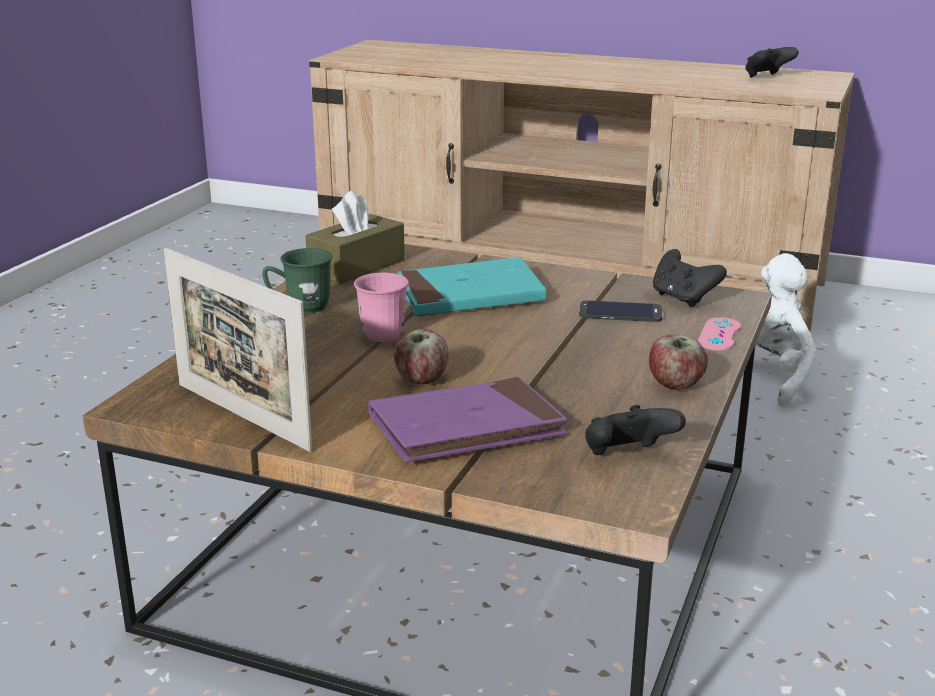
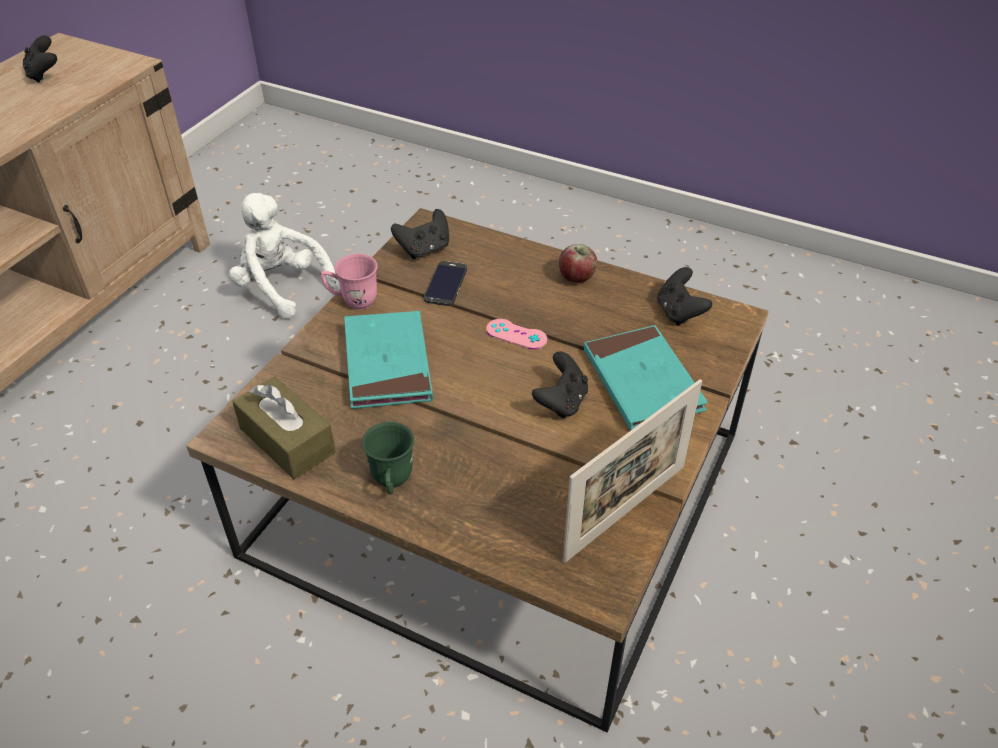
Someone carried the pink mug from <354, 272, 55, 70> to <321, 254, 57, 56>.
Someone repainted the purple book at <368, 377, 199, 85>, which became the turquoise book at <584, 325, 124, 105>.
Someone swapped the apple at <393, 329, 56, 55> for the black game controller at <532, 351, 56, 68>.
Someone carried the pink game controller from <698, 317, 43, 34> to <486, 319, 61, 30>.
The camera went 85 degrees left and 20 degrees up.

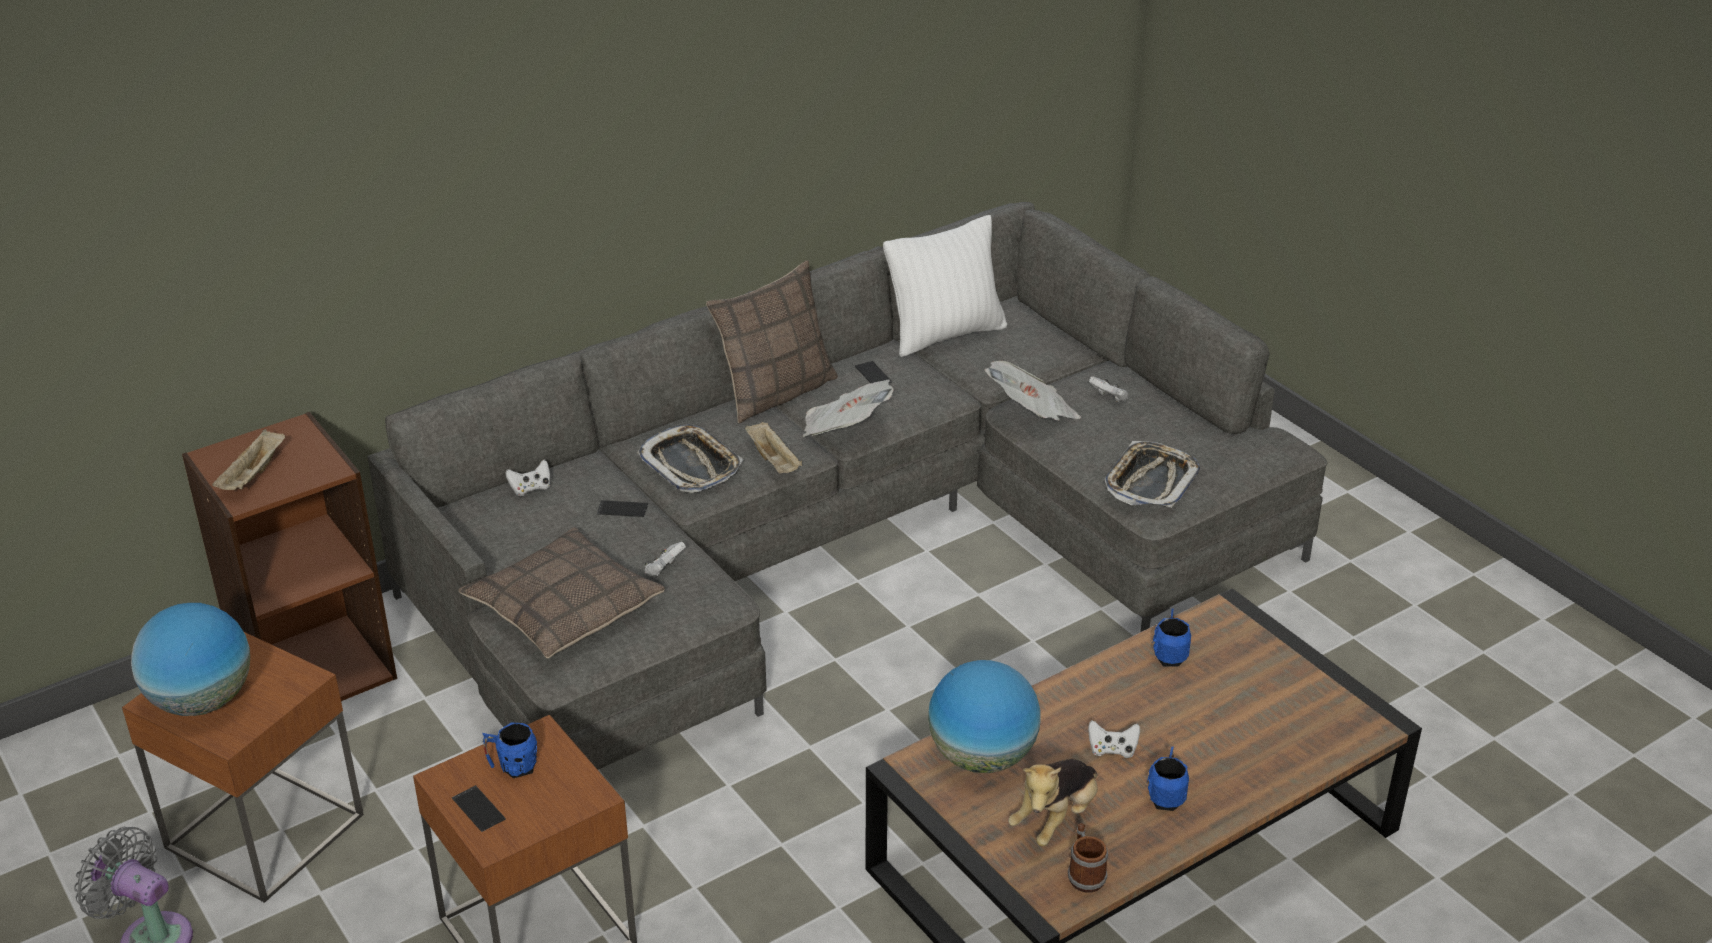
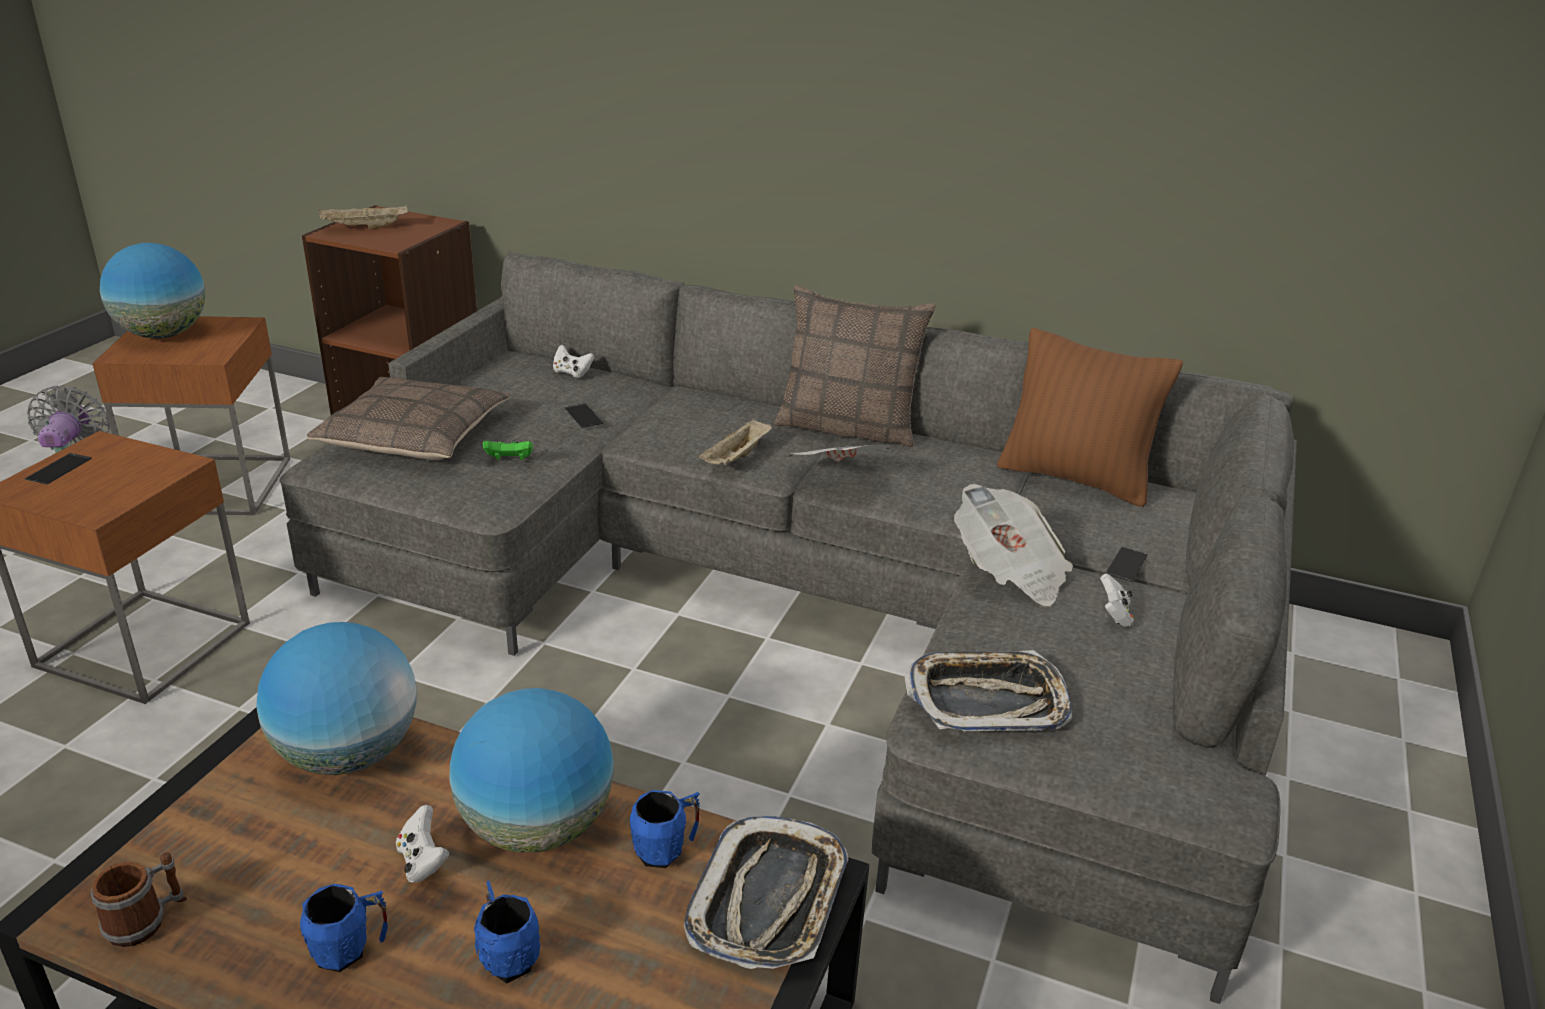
Someone carried the blue mug from <482, 722, 55, 56> to <474, 880, 66, 104>.
Someone carried the tray from <637, 425, 106, 68> to <684, 816, 164, 153>.
Someone repainted the white game controller at <644, 542, 42, 34>, which became the green game controller at <483, 440, 50, 20>.
Someone carried the phone from <855, 361, 37, 22> to <1106, 547, 42, 35>.
Someone repainted the white pillow at <883, 215, 124, 142>, which became the brown pillow at <997, 328, 186, 179>.
Someone took away the plush toy at <1008, 759, 90, 87>.
Someone put down the globe at <449, 688, 165, 164>.
The camera went 55 degrees right and 5 degrees down.

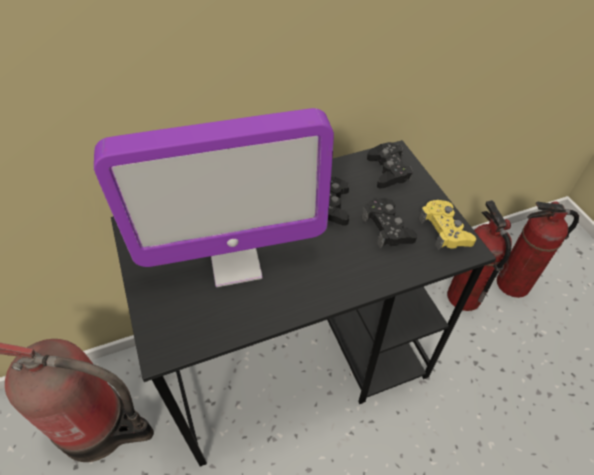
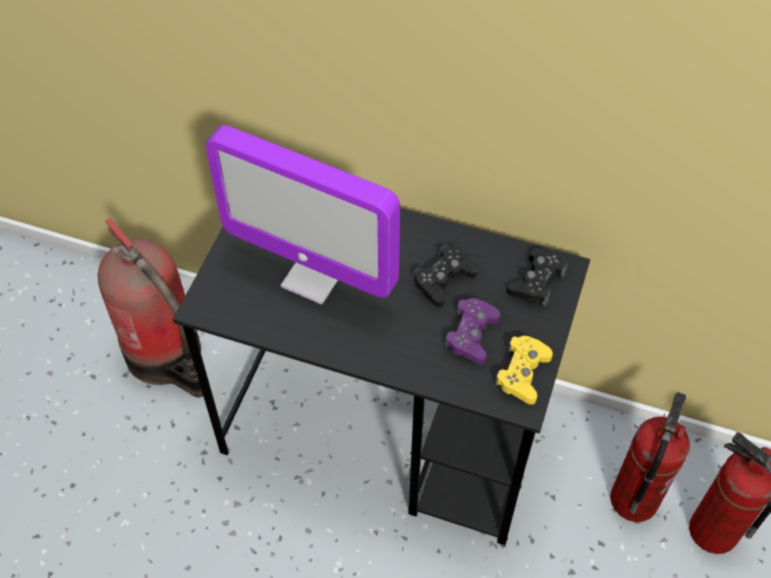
Someone repainted the black game controller at <361, 198, 56, 50>, which became the purple game controller at <445, 298, 55, 66>.
The camera went 40 degrees right and 5 degrees up.

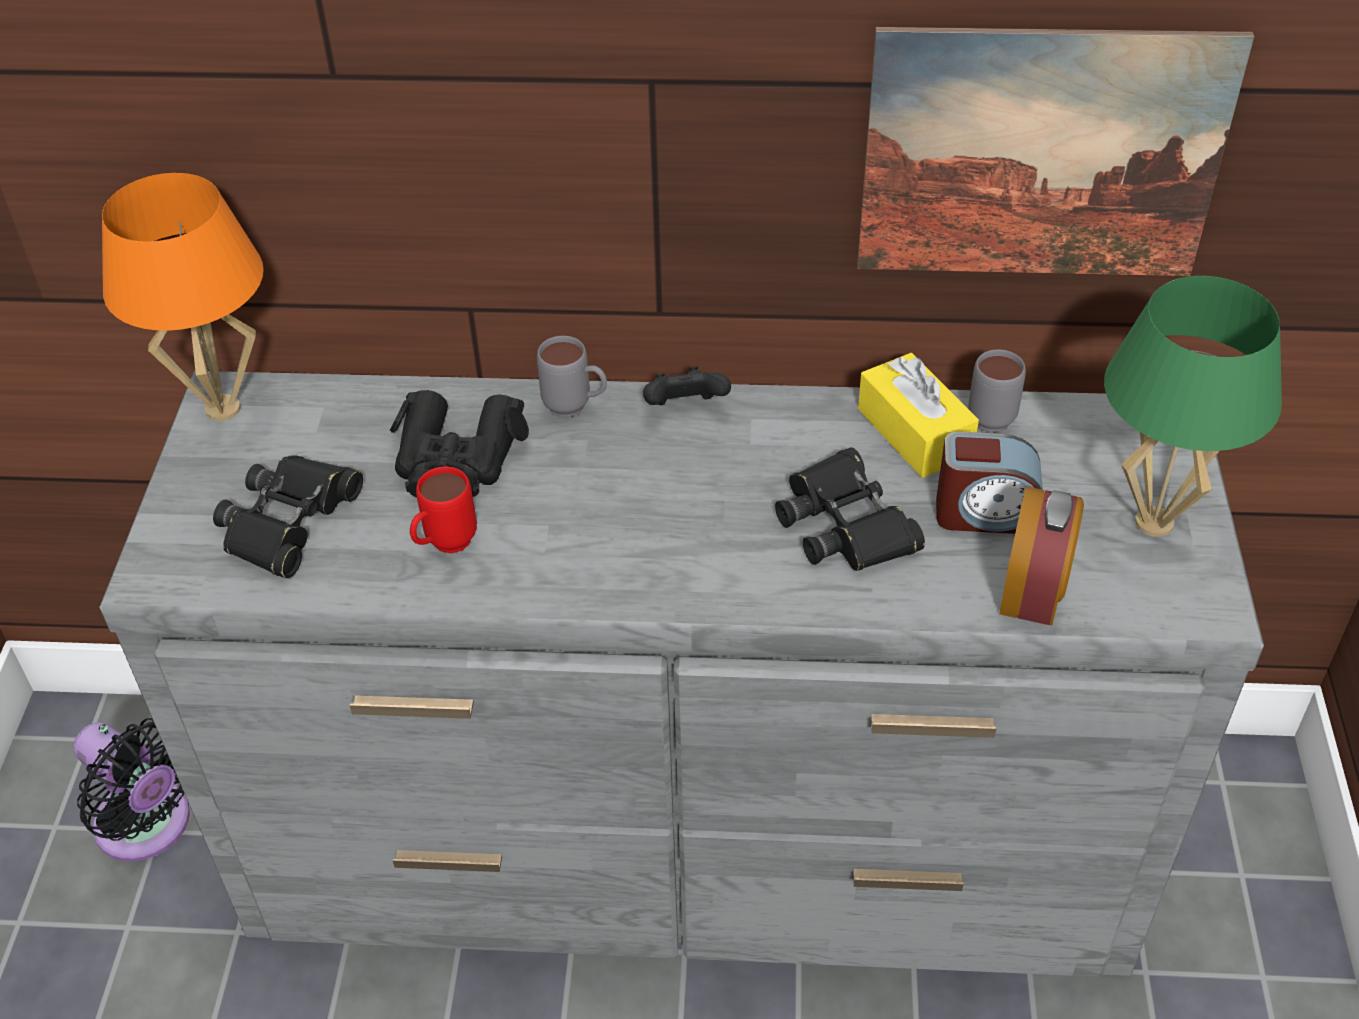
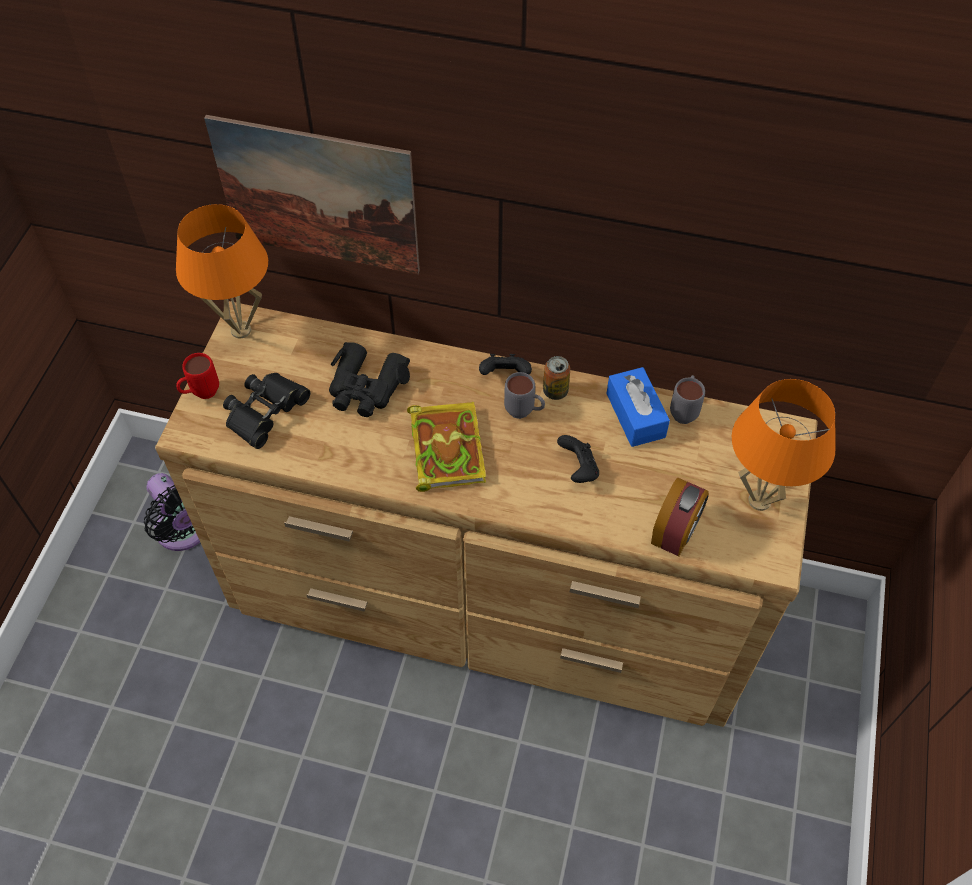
Someone repainted the grey dresser at <99, 371, 1165, 606>, which became the brown dresser at <155, 301, 663, 426>.
Someone carried the red mug from <410, 466, 67, 87> to <176, 353, 43, 46>.
Someone carried the grey mug from <537, 336, 70, 82> to <504, 372, 41, 47>.
Someone swapped the black binoculars at <775, 447, 150, 124> for the black game controller at <557, 435, 42, 48>.
Someone carried the picture from <857, 27, 397, 249> to <204, 115, 216, 159>.
Someone repainted the yellow tissue box at <858, 353, 121, 125>, which became the blue tissue box at <606, 367, 64, 80>.
Someone took away the alarm clock at <936, 431, 107, 103>.
Someone repainted the green table lamp at <1104, 276, 178, 261>, which became the orange table lamp at <732, 379, 104, 132>.
Someone put down the book at <407, 402, 79, 90>.
Someone put down the can at <543, 356, 27, 44>.
The camera went 10 degrees right and 10 degrees up.

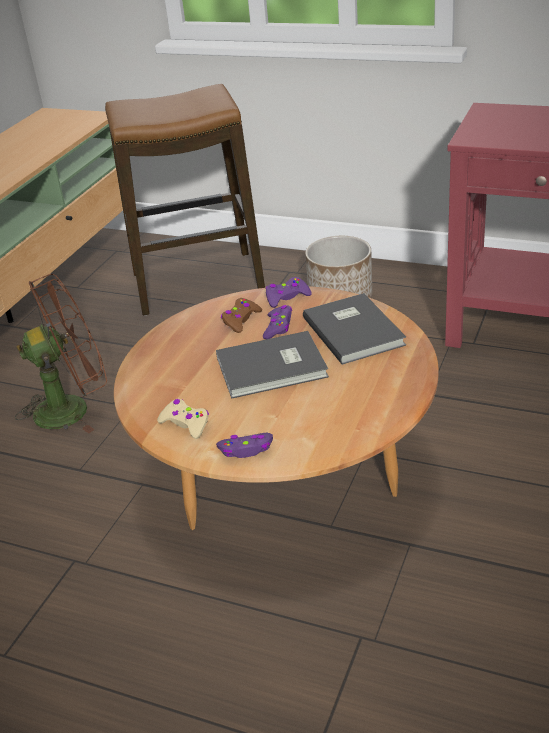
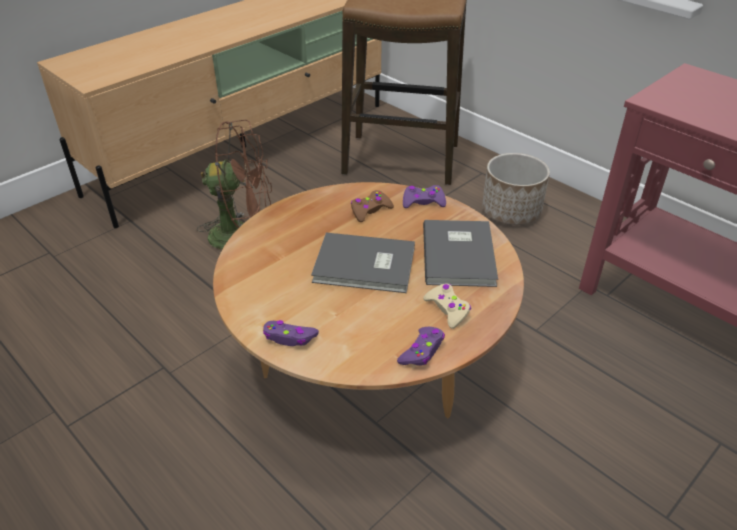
Someone carried the beige game controller from <157, 399, 52, 40> to <423, 284, 48, 45>.
Someone carried the purple game controller from <263, 305, 29, 34> to <397, 327, 48, 39>.
The camera went 20 degrees right and 5 degrees up.

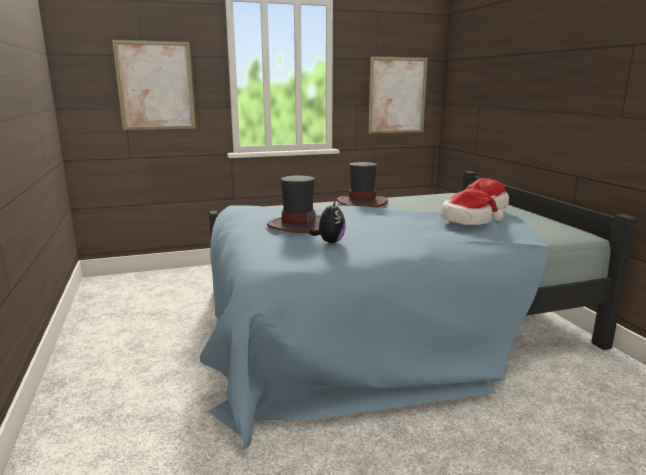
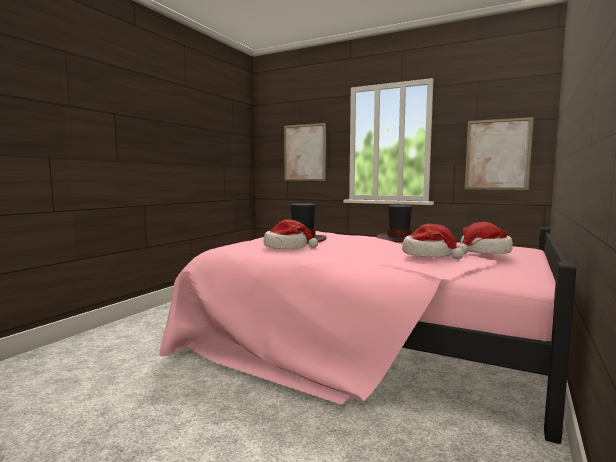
Someone repainted the blue bed at <200, 171, 437, 279>, which became the pink bed at <159, 227, 418, 217>.
Someone swapped the plush toy at <309, 200, 37, 43> for the hat at <263, 220, 55, 29>.
The camera went 45 degrees right and 10 degrees down.

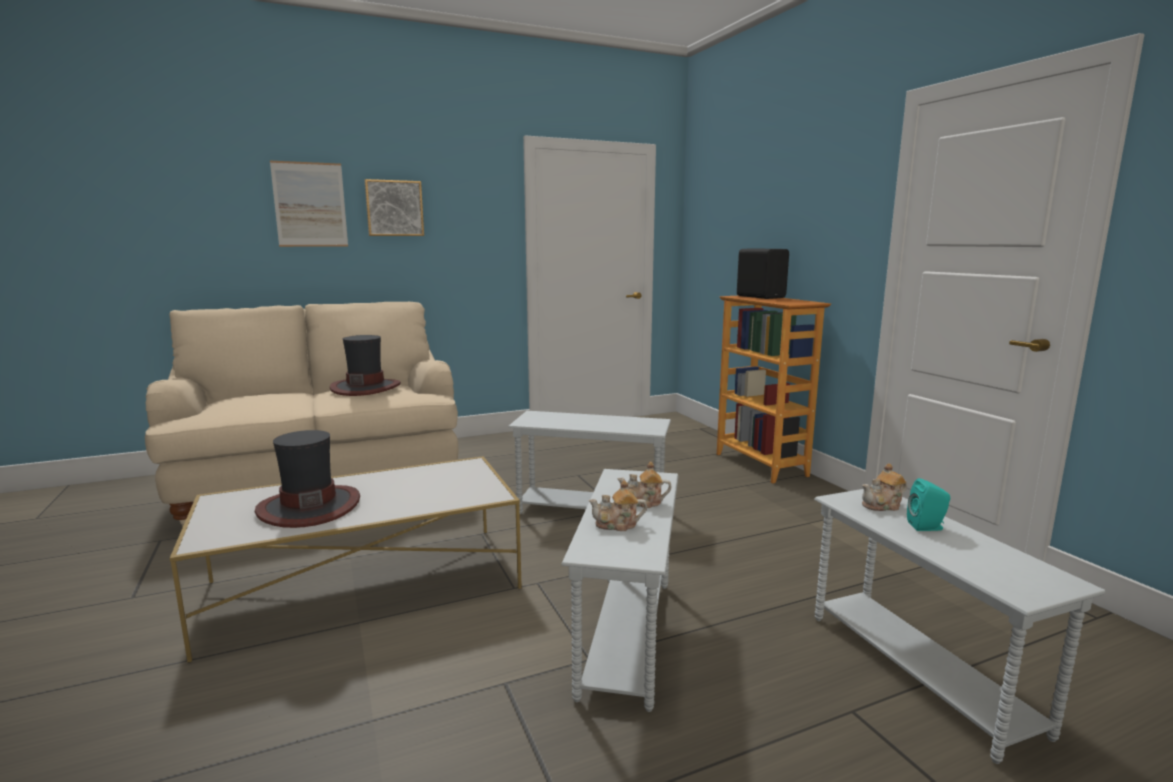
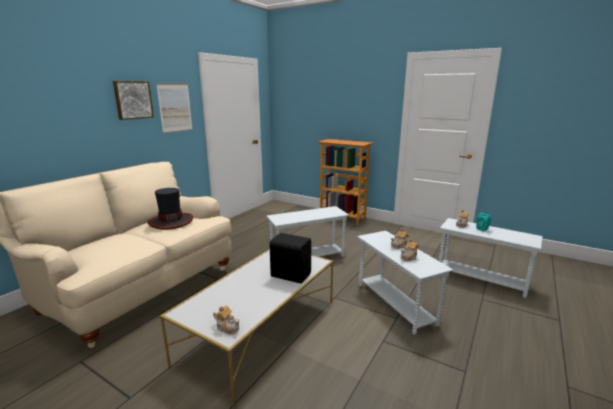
Someone took away the hat at <255, 430, 105, 98>.
Someone carried the picture from <270, 161, 78, 86> to <156, 84, 37, 49>.
Someone carried the black speaker from <737, 249, 52, 50> to <269, 233, 42, 51>.
Someone put down the teapot at <213, 306, 26, 29>.
The camera went 35 degrees left and 5 degrees up.

